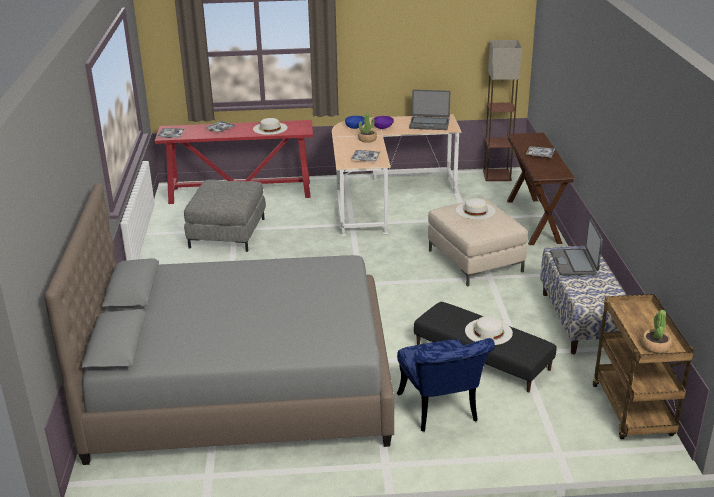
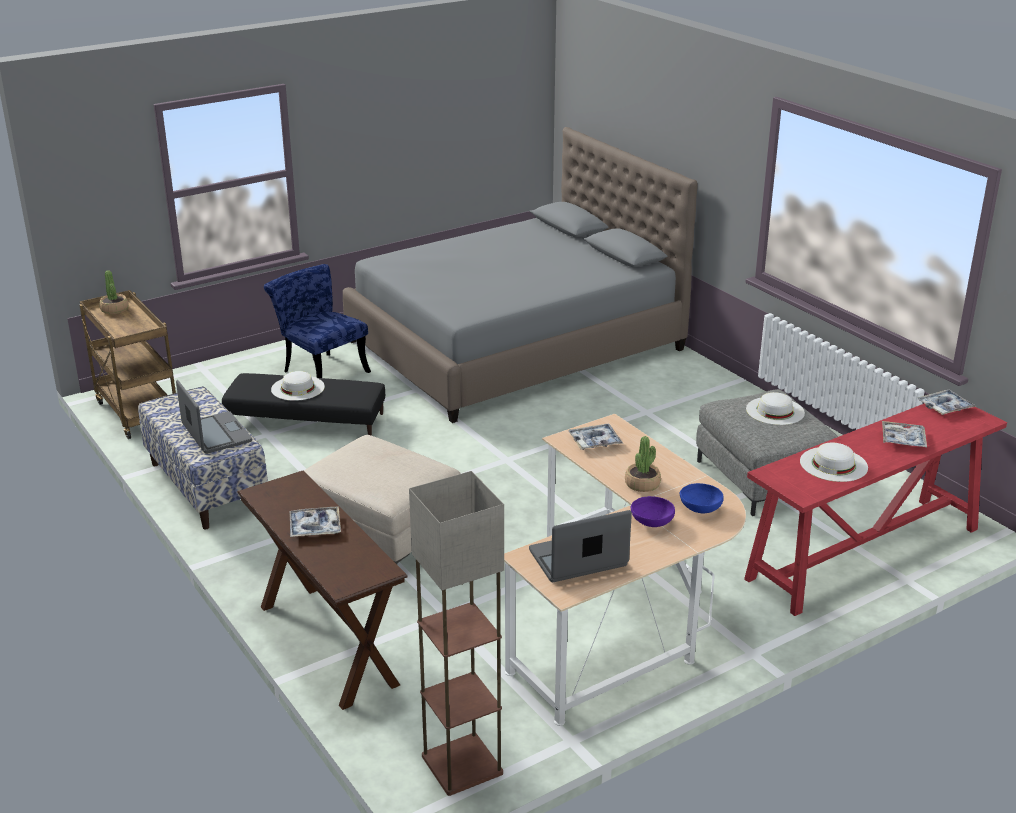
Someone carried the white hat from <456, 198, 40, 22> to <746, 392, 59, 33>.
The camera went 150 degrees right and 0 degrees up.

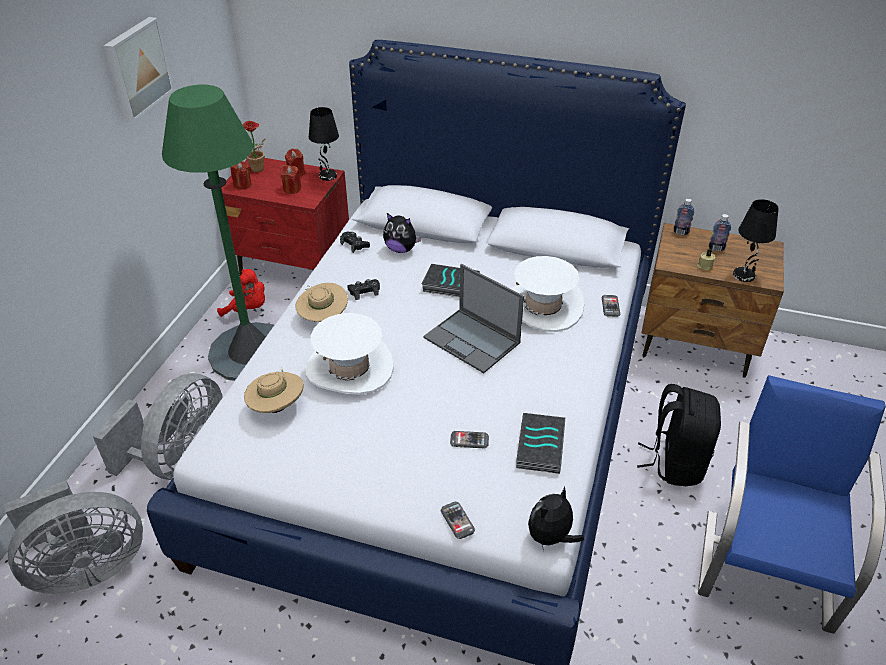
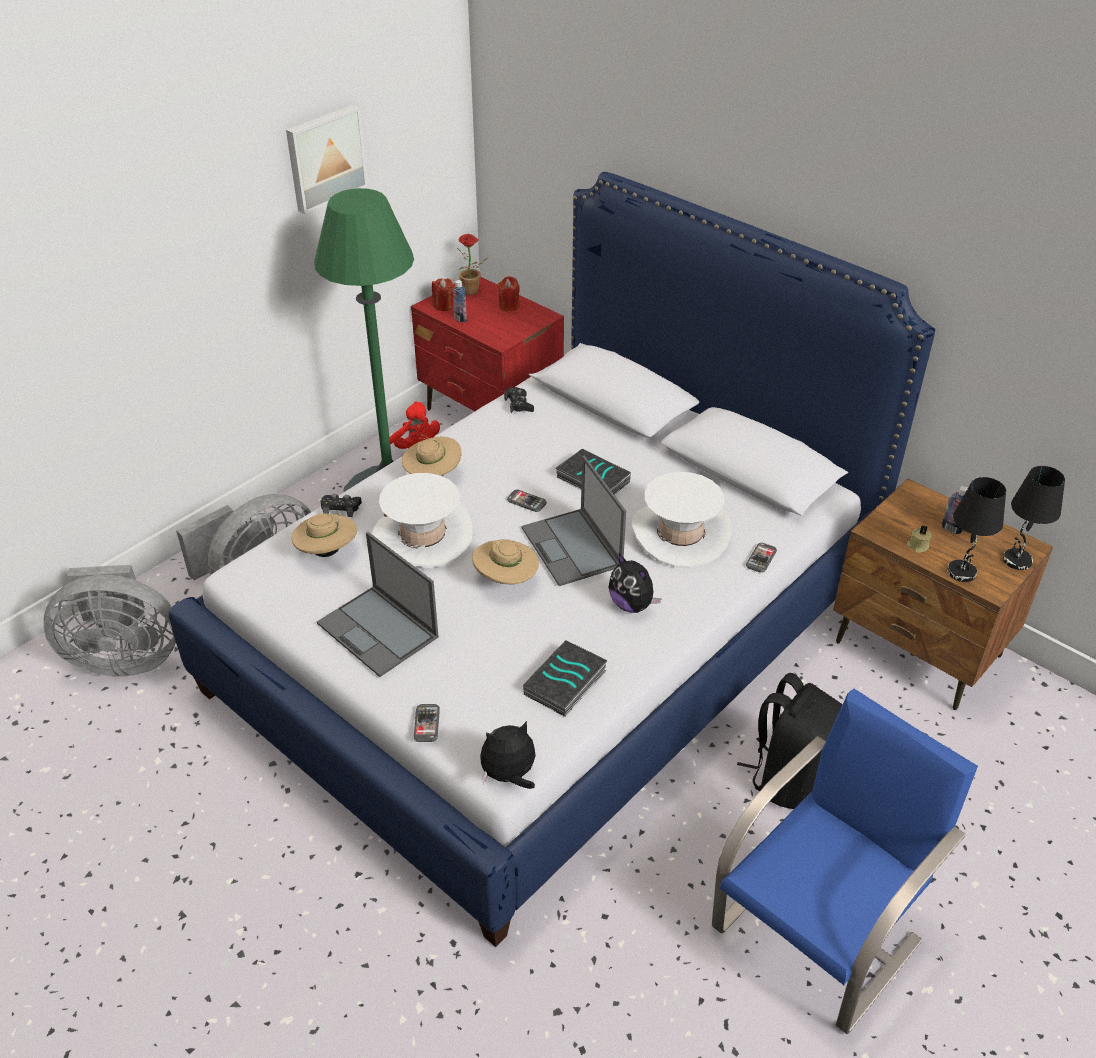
Someone took away the red candle at <281, 165, 21, 29>.
Someone carried the black table lamp from <309, 107, 30, 74> to <1003, 466, 62, 104>.
Someone carried the black game controller from <347, 279, 33, 21> to <321, 494, 41, 23>.
Someone carried the plush toy from <383, 213, 39, 40> to <609, 553, 53, 60>.
Someone carried the phone from <450, 431, 39, 17> to <507, 489, 40, 23>.
Someone carried the bottle from <674, 198, 20, 37> to <453, 280, 14, 42>.
Someone put down the laptop at <317, 532, 122, 145>.
Someone put down the beige hat at <472, 539, 67, 45>.
The camera went 25 degrees right and 0 degrees up.

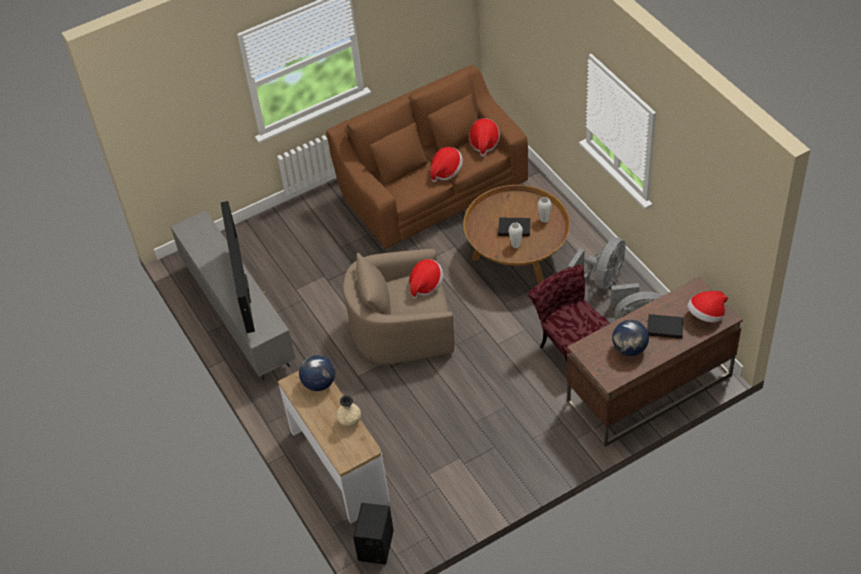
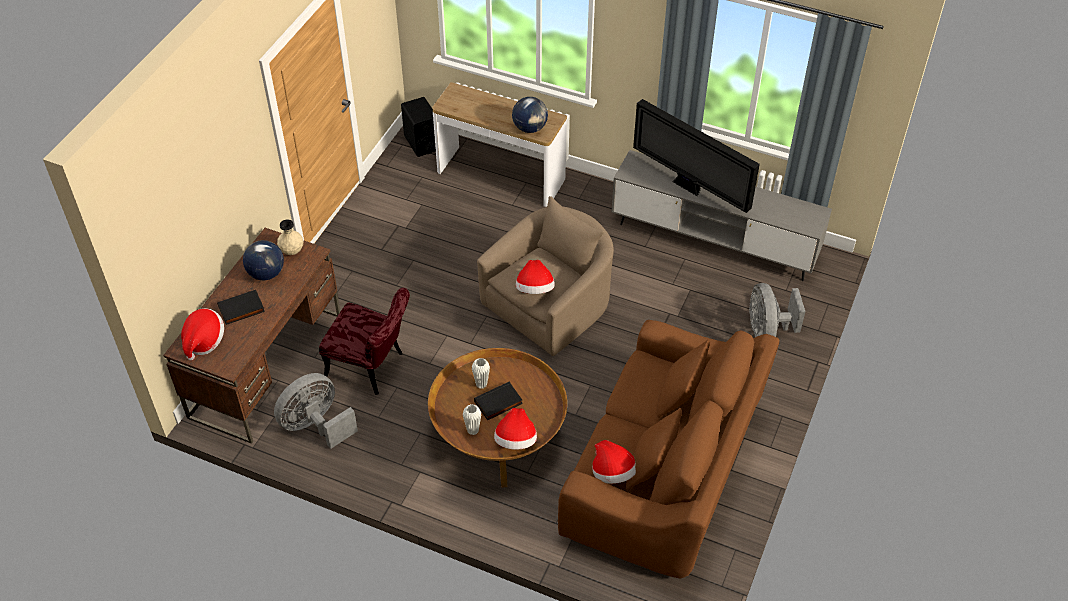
Someone carried the beige vase from <337, 395, 24, 32> to <277, 220, 26, 35>.
Someone carried the hat from <430, 147, 33, 35> to <494, 408, 43, 42>.
Someone carried the grey fan from <568, 238, 57, 51> to <749, 283, 56, 54>.
The camera went 140 degrees right and 0 degrees up.

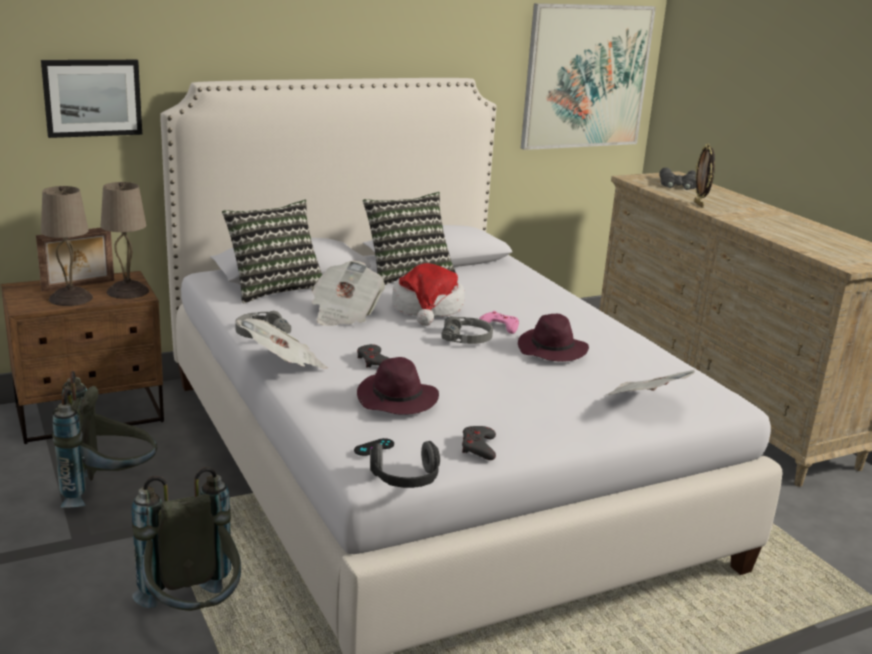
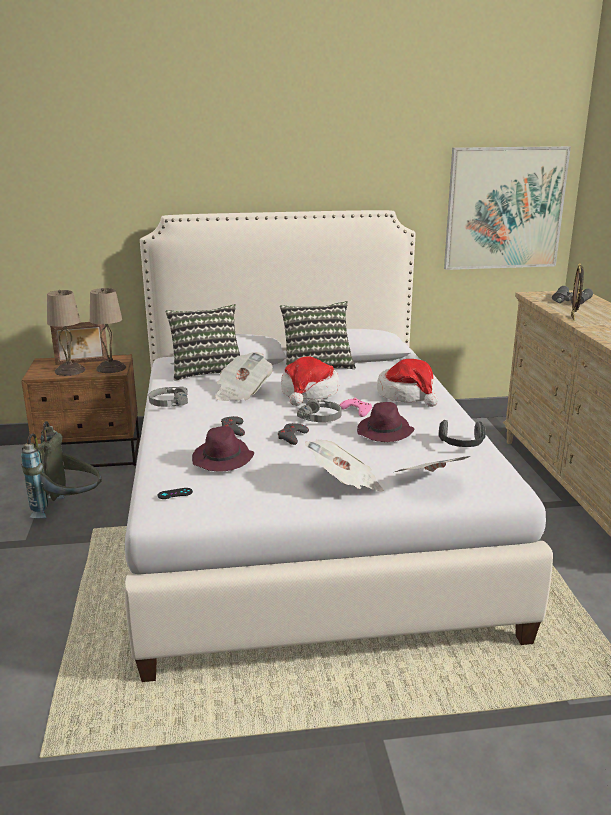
Someone took away the picture at <41, 60, 101, 78>.
Someone took away the grey backpack at <132, 467, 109, 144>.
Someone carried the newspaper from <237, 318, 91, 51> to <305, 440, 79, 51>.
Someone carried the headphones from <370, 441, 70, 47> to <439, 420, 47, 27>.
Someone carried the grey game controller from <462, 426, 34, 34> to <278, 423, 31, 22>.
Someone put down the hat at <377, 359, 61, 48>.
The camera went 20 degrees right and 0 degrees up.

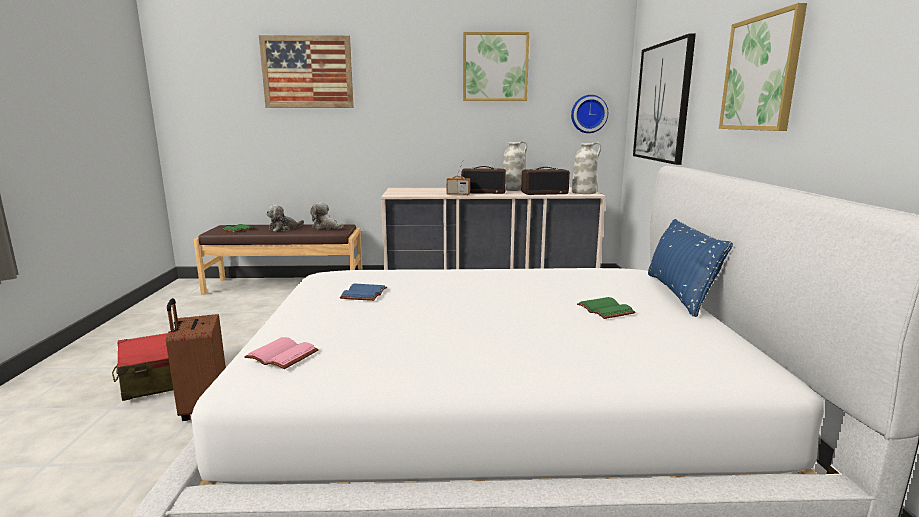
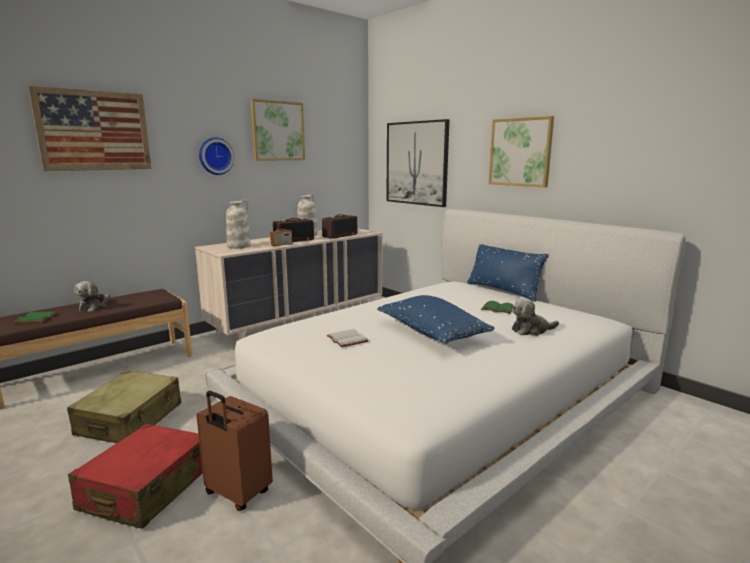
Someone took away the pink book at <244, 337, 75, 32>.
Someone carried the plush toy from <310, 202, 33, 27> to <512, 298, 47, 38>.
Someone repainted the blue book at <340, 284, 47, 17>, which became the white book at <327, 329, 41, 18>.
Someone carried the wall clock from <571, 95, 37, 38> to <199, 137, 35, 38>.
Someone carried the white vase from <572, 142, 29, 52> to <226, 199, 25, 50>.
Someone put down the beige suitcase at <67, 370, 114, 73>.
Someone put down the blue pillow at <377, 295, 118, 49>.
The camera went 40 degrees left and 0 degrees up.

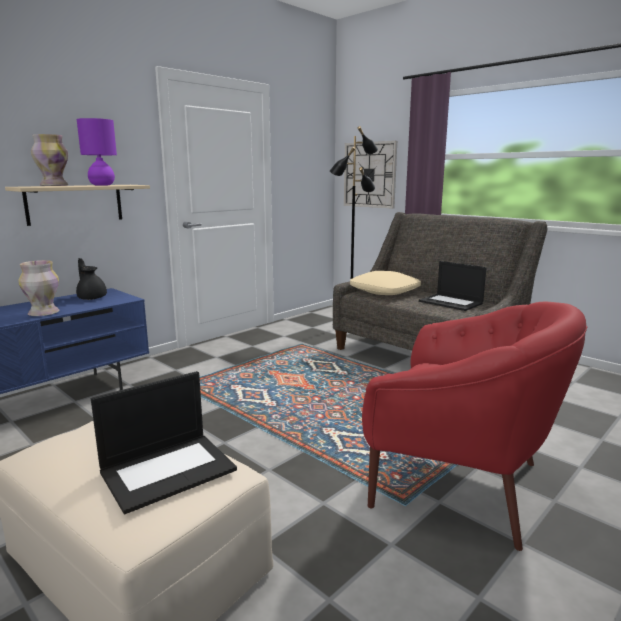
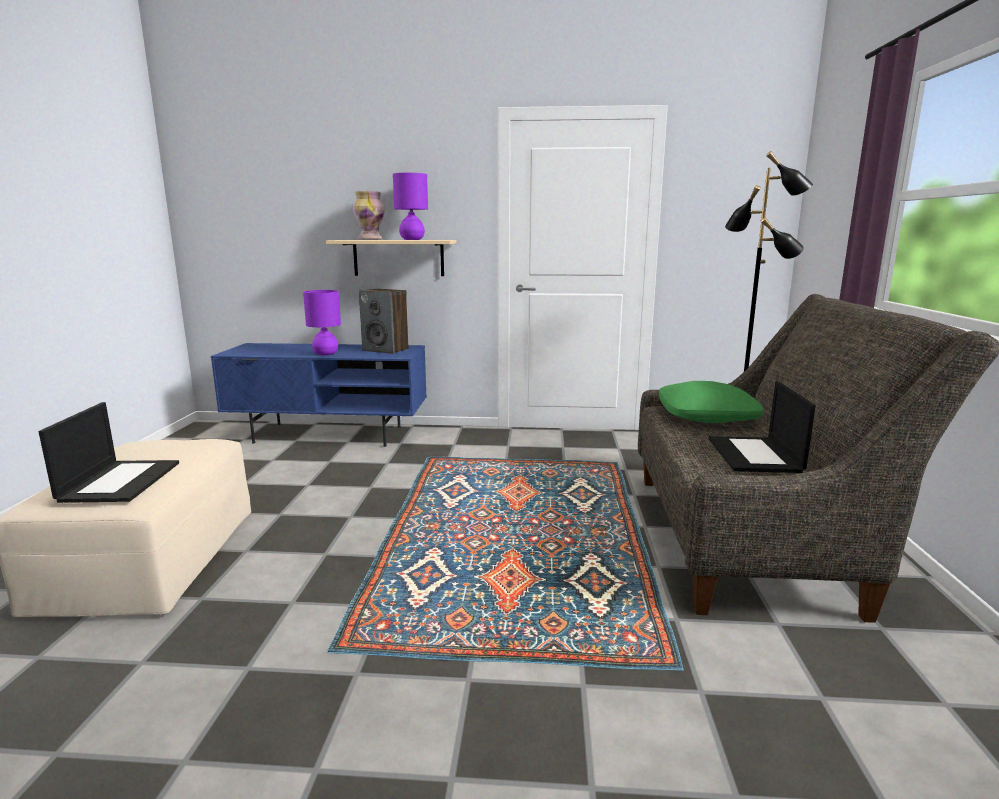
Someone swapped the vase at <18, 260, 41, 56> for the purple table lamp at <303, 290, 38, 65>.
Someone swapped the black teapot at <76, 258, 31, 42> for the speaker at <359, 289, 50, 65>.
Someone rotated the laptop at <91, 371, 146, 143> by 105 degrees counterclockwise.
Someone took away the wall clock at <344, 141, 53, 68>.
Someone repainted the beige pillow at <350, 271, 71, 24>, which became the green pillow at <659, 381, 104, 42>.
Someone took away the red armchair at <362, 302, 226, 249>.
The camera went 50 degrees right and 0 degrees up.

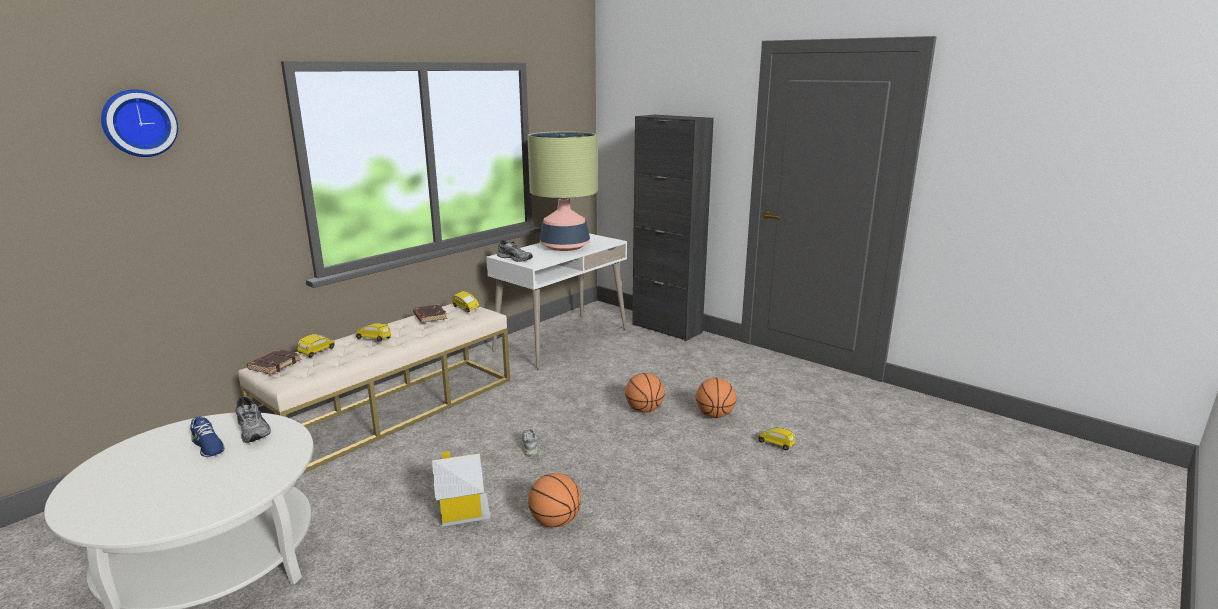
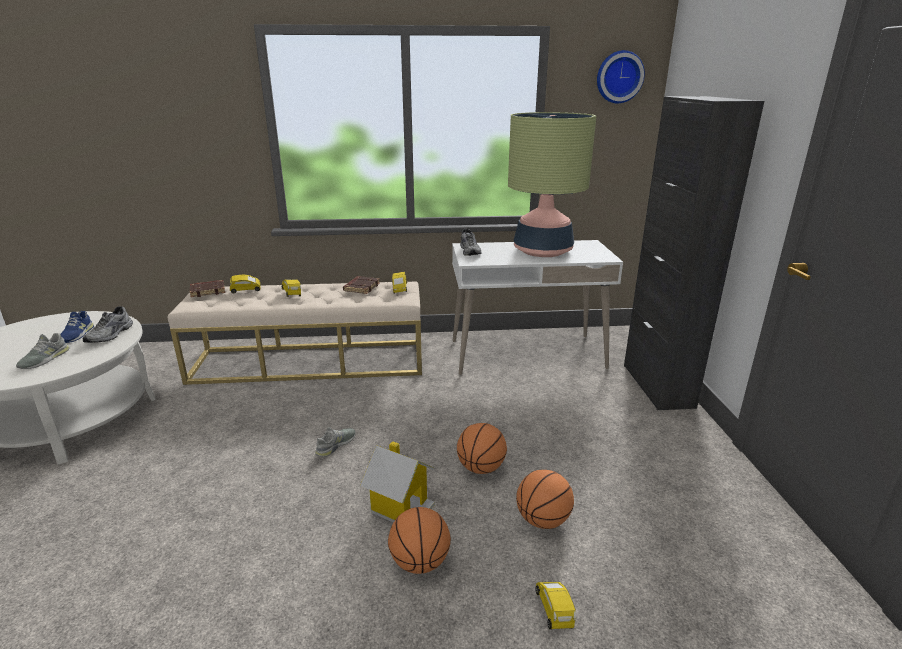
Someone carried the wall clock from <101, 89, 77, 68> to <597, 50, 48, 53>.
Someone carried the toy house from <432, 451, 58, 76> to <360, 441, 75, 82>.
Someone carried the basketball from <528, 473, 53, 54> to <388, 507, 63, 67>.
Someone put down the grey shoe at <16, 333, 53, 36>.
The camera went 45 degrees right and 5 degrees up.

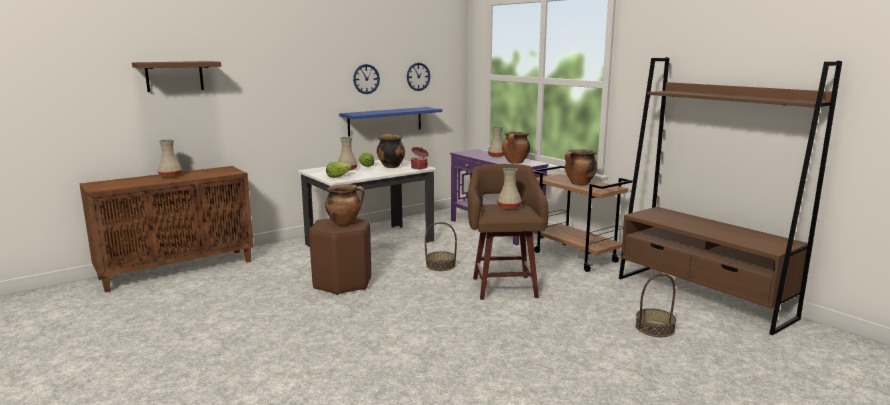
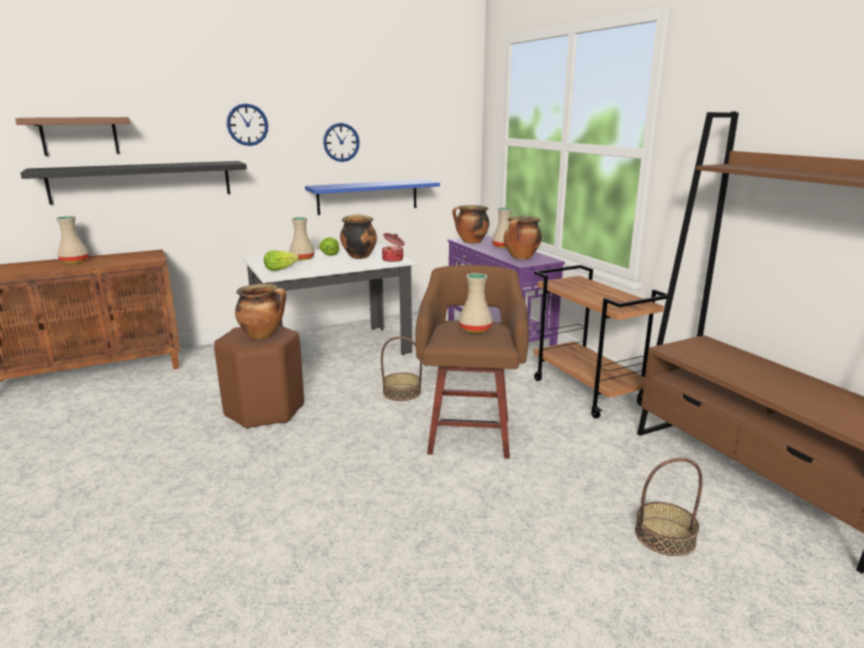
Someone carried the wall clock from <407, 63, 23, 28> to <227, 103, 41, 43>.
Someone carried the cooking pot from <565, 149, 32, 36> to <452, 205, 37, 39>.
Someone put up the black shelf at <21, 161, 226, 44>.
The camera went 10 degrees right and 5 degrees up.

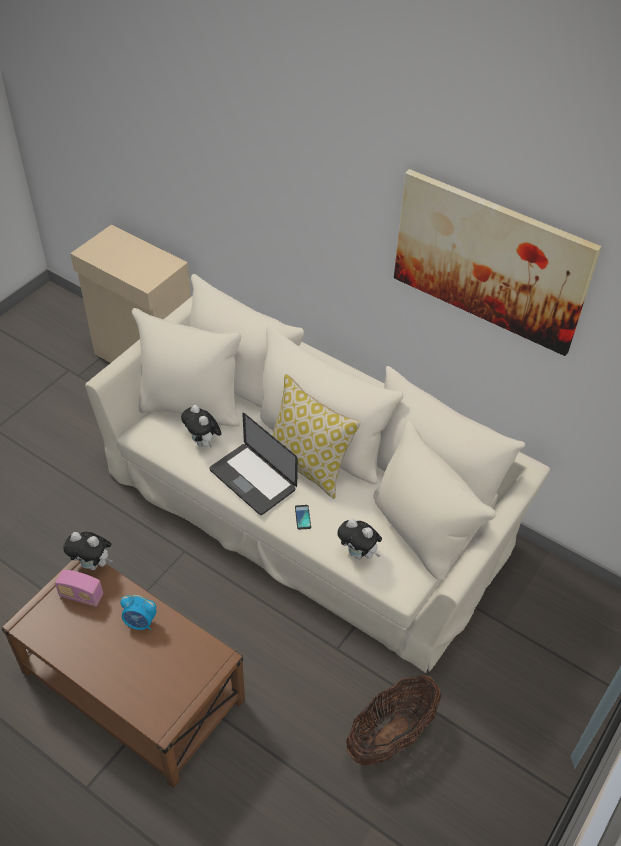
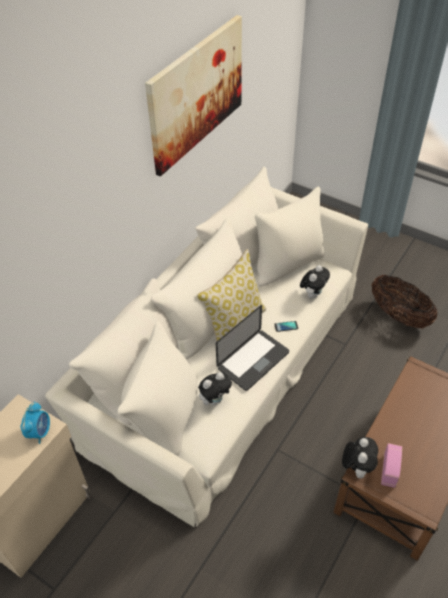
Someone carried the alarm clock from <121, 595, 35, 35> to <20, 402, 30, 42>.
The camera went 90 degrees left and 0 degrees up.

